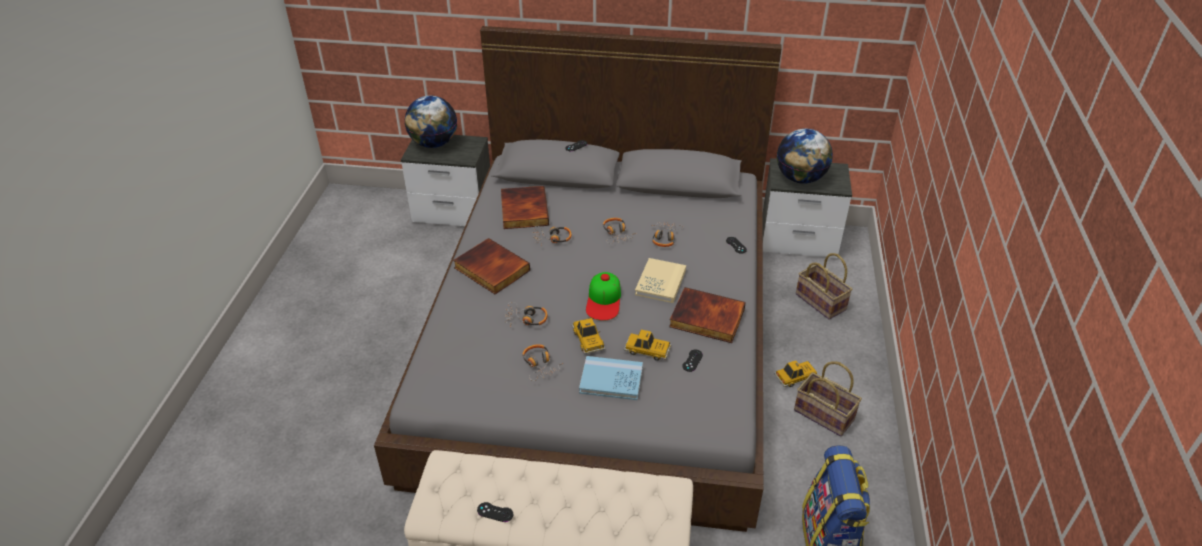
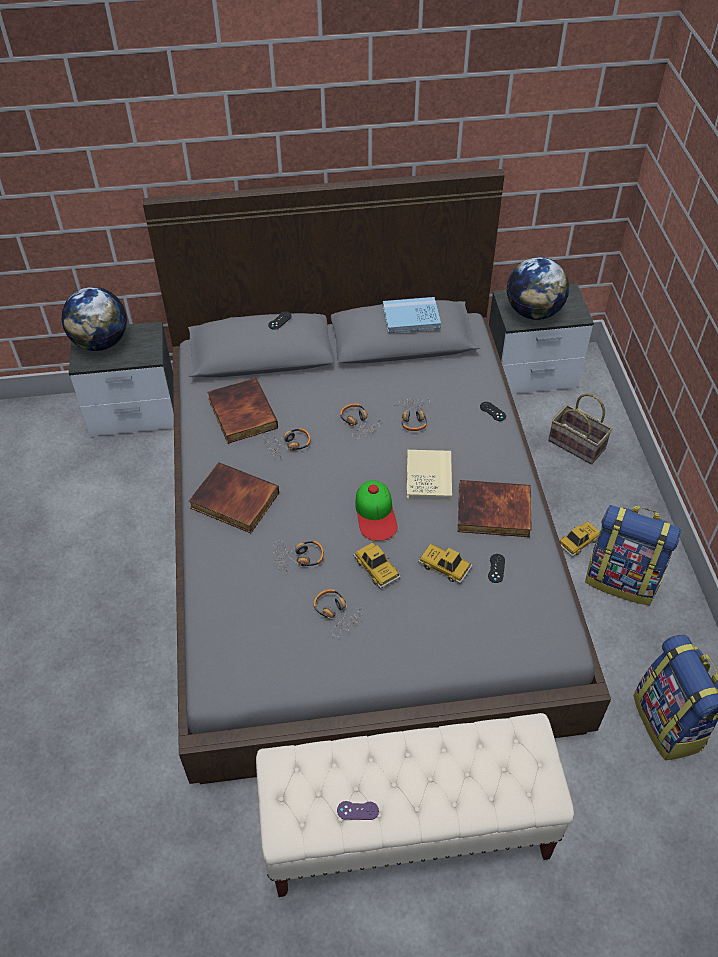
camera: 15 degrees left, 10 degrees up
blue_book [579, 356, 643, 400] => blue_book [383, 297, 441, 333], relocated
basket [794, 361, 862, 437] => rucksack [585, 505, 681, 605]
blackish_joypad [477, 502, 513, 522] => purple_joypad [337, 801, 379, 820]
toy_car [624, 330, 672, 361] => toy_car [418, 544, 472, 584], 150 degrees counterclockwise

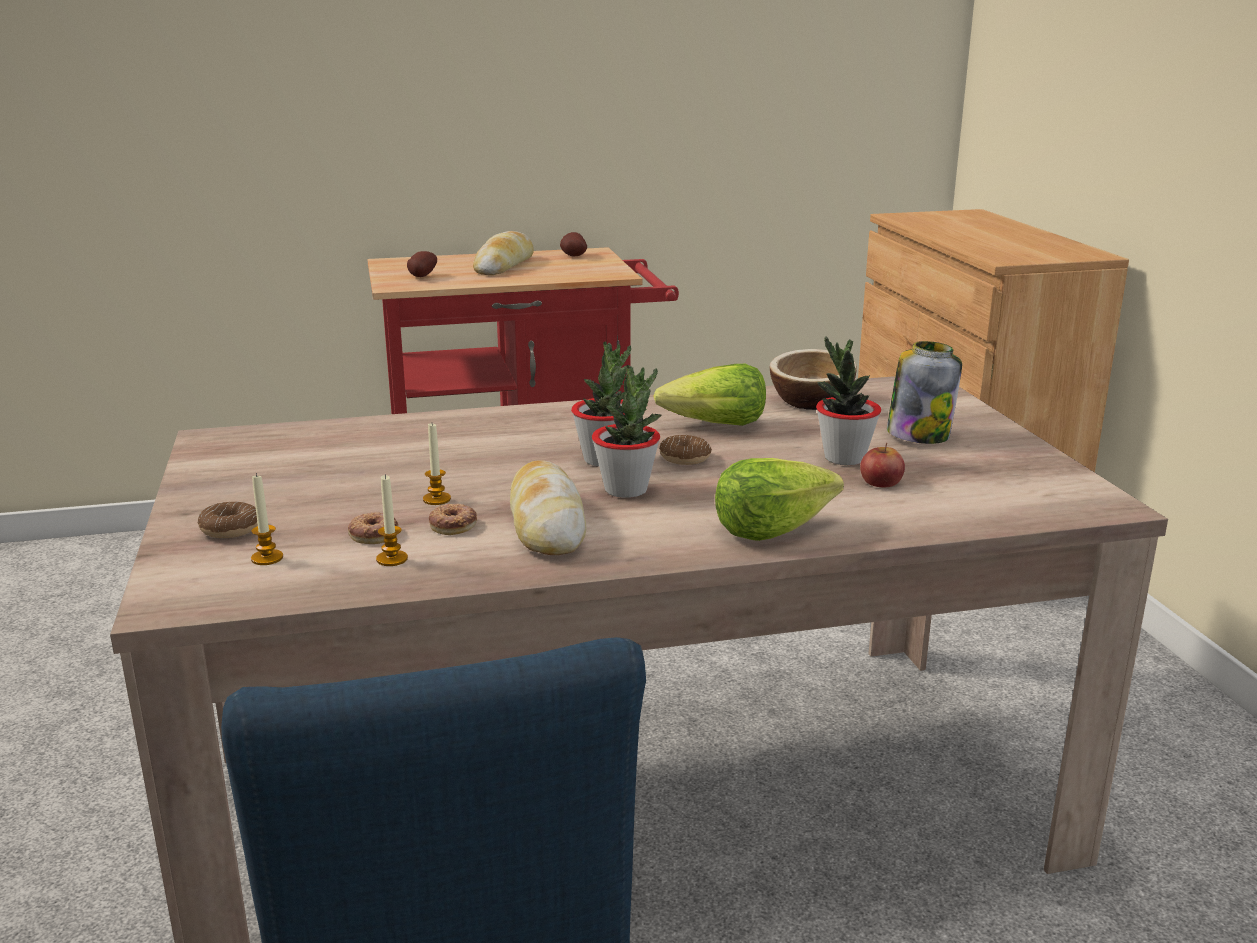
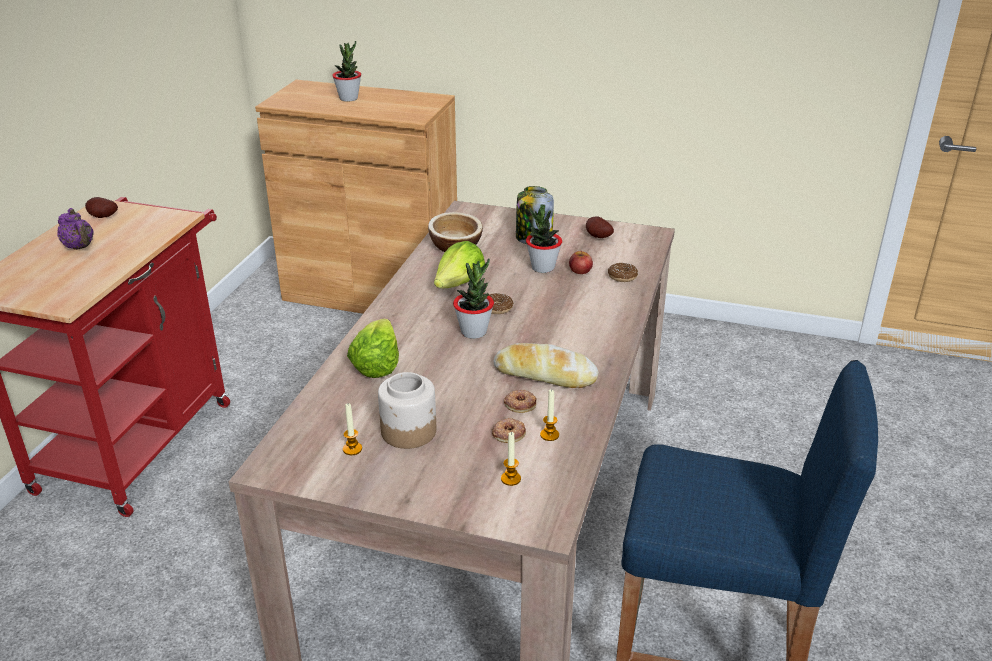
camera: 60 degrees left, 10 degrees up
nothing => preserve_jar [378, 372, 436, 449]
ring_doughnut [198, 502, 258, 538] => ring_doughnut [608, 263, 638, 282], relocated
spud [407, 251, 437, 277] => spud [586, 216, 614, 238], relocated
wax_light [423, 423, 451, 505] => wax_light [343, 403, 362, 455], relocated
houseplant [592, 365, 661, 498] => houseplant [332, 41, 361, 102], relocated
lettuce_head [715, 458, 844, 541] => lettuce_head [347, 319, 399, 378], relocated
bread [473, 231, 534, 275] => purple_tea_pot [57, 208, 94, 250]

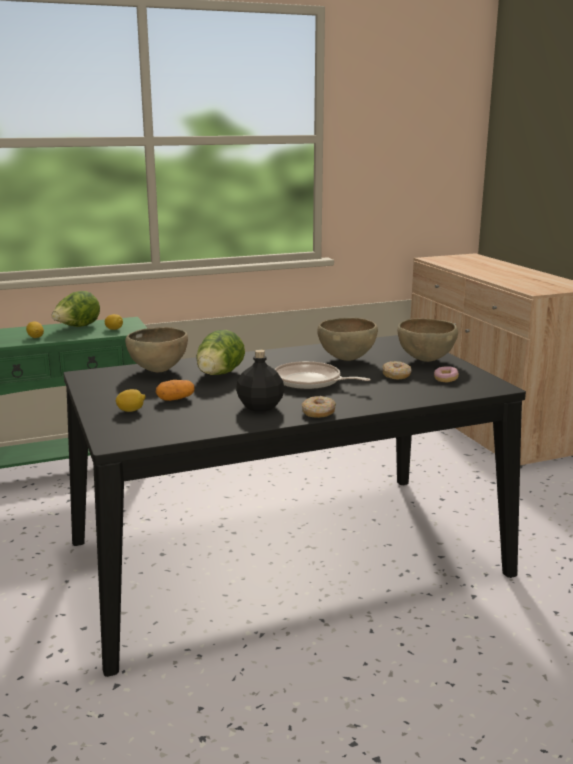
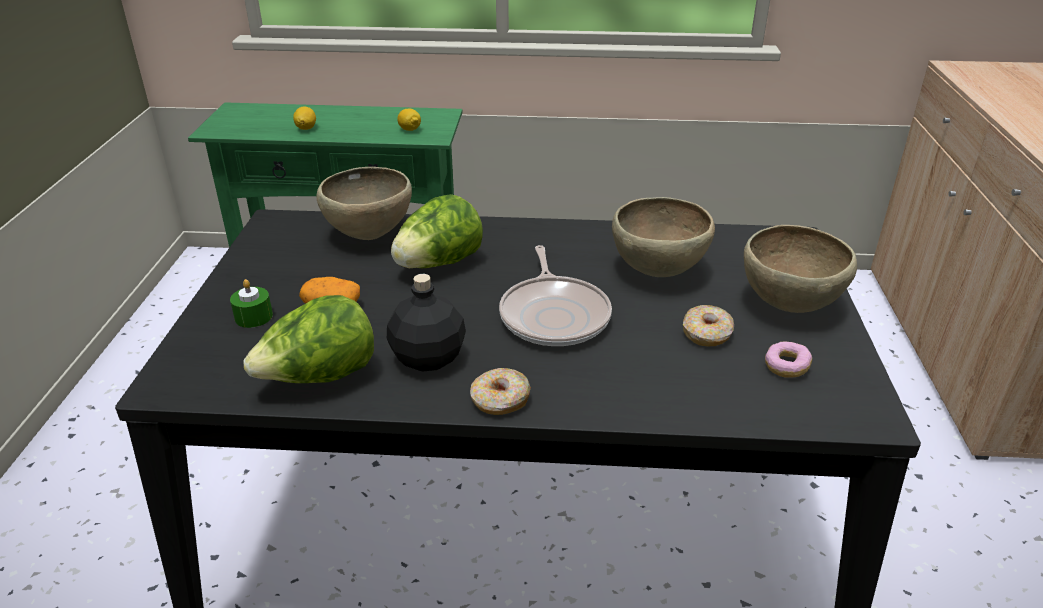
camera: 25 degrees right, 15 degrees up
lettuce_head [52, 291, 100, 327] => lettuce_head [243, 295, 374, 383], relocated
citrus_fruit [116, 389, 146, 412] => green_wax_light [230, 279, 273, 328]
skillet [275, 361, 371, 390] => skillet [499, 245, 612, 346], 150 degrees counterclockwise

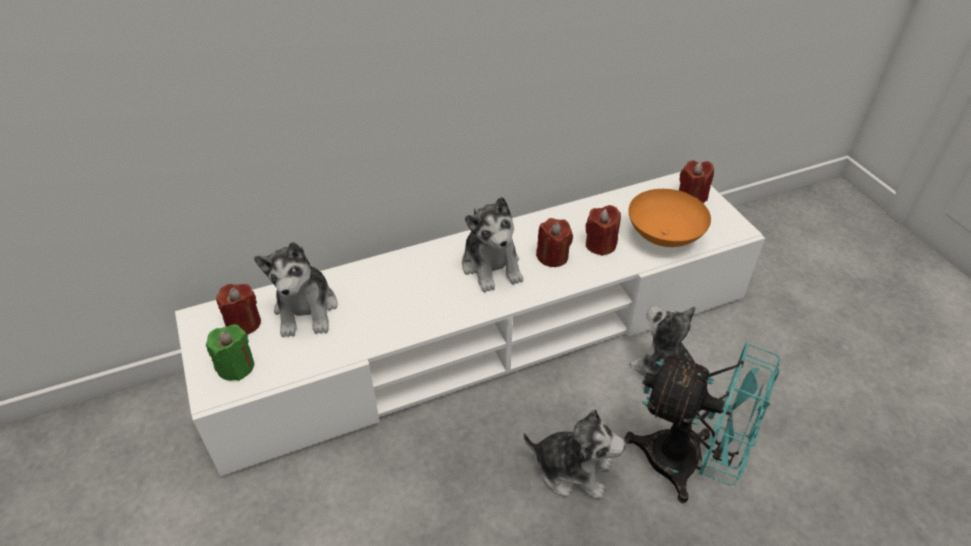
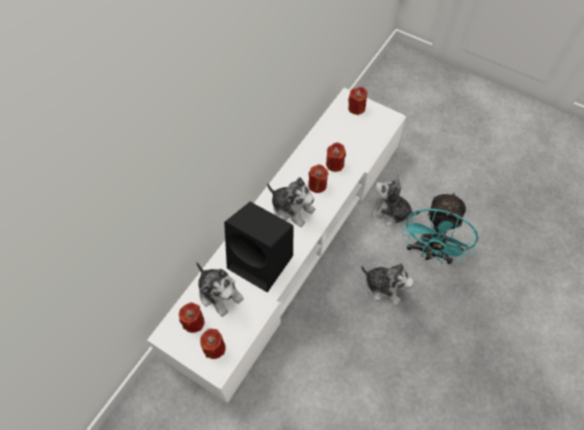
camera: 35 degrees left, 15 degrees up
orange_bowl [628, 189, 711, 247] => nothing
nothing => blackish_audio_speaker [224, 202, 293, 292]
green_wax_light [206, 324, 254, 381] => reddish_wax_light [200, 329, 226, 359]
plush_toy [523, 409, 625, 499] => plush_toy [361, 263, 414, 306], 45 degrees clockwise
turquoise_electric_fan [625, 343, 780, 503] => turquoise_electric_fan [402, 192, 479, 264], 120 degrees clockwise

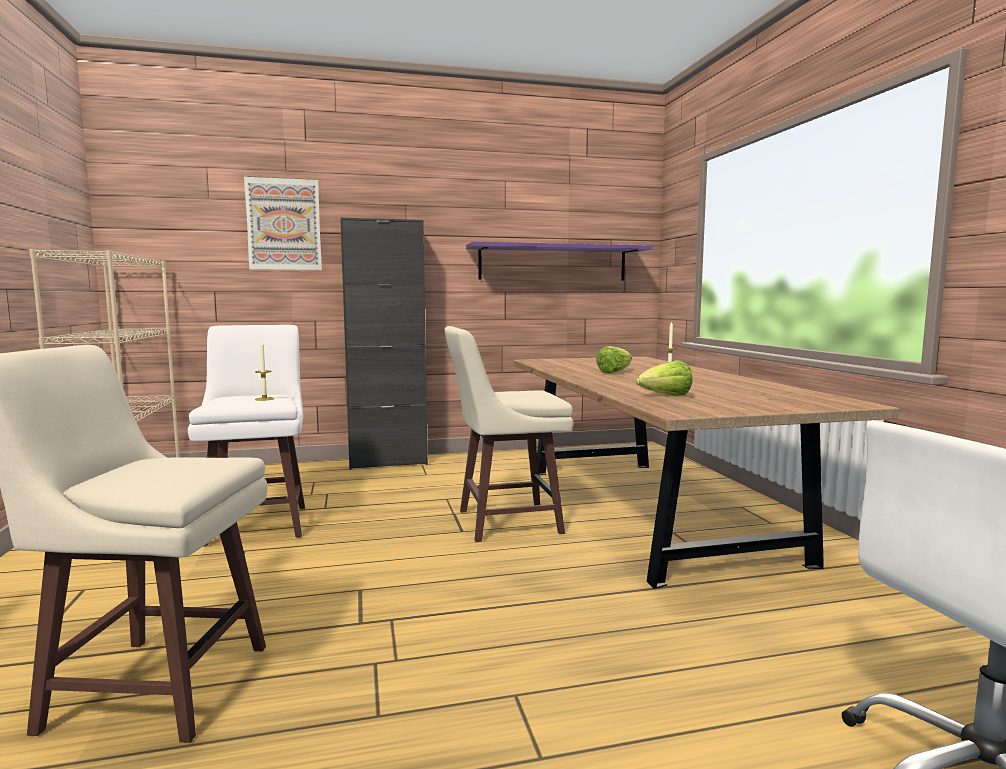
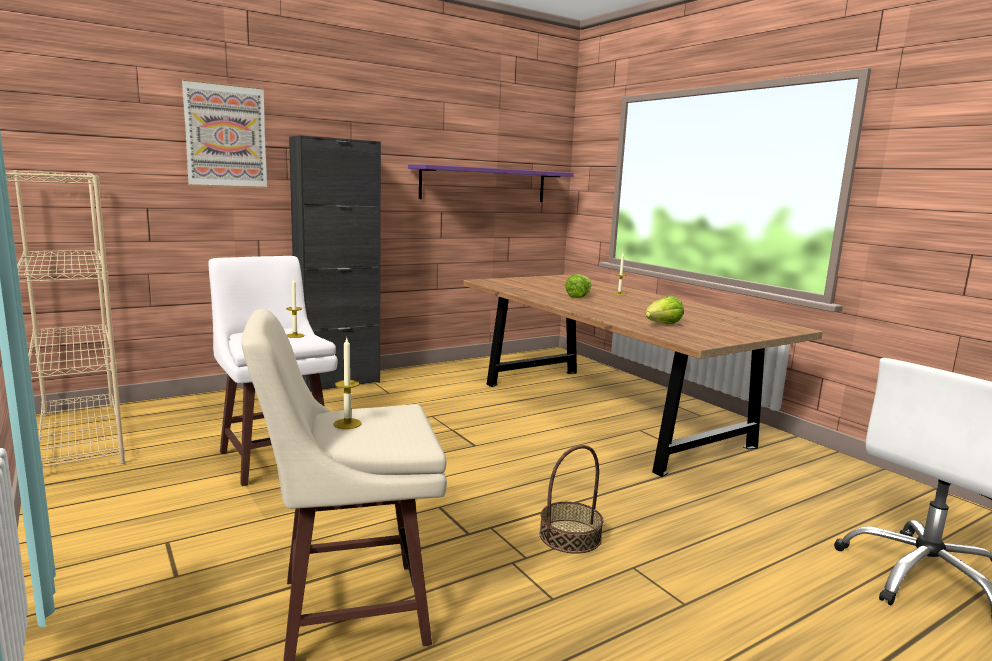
camera: 20 degrees left, 5 degrees up
beige_stool [445, 326, 573, 542] => nothing
nothing => wax_light [333, 338, 362, 429]
nothing => basket [539, 445, 603, 554]

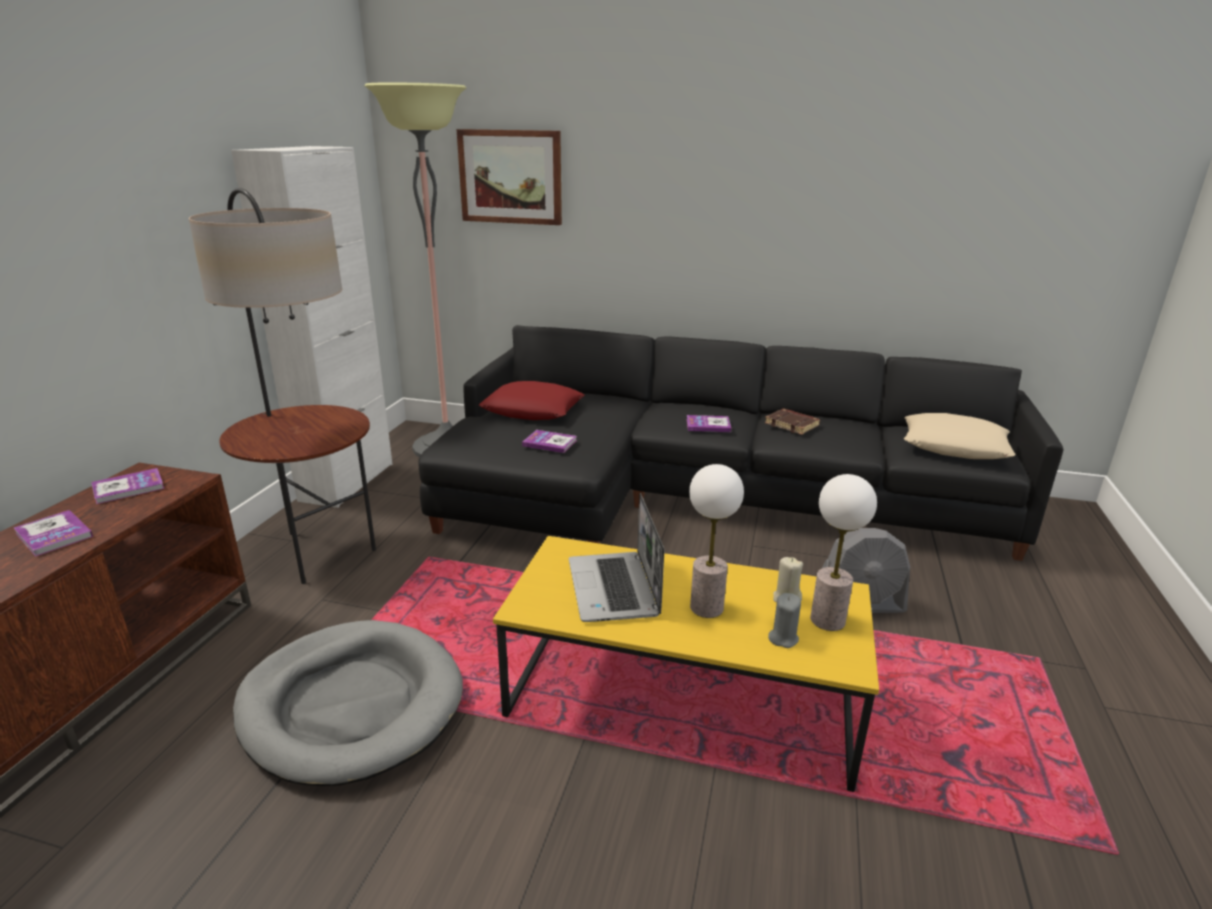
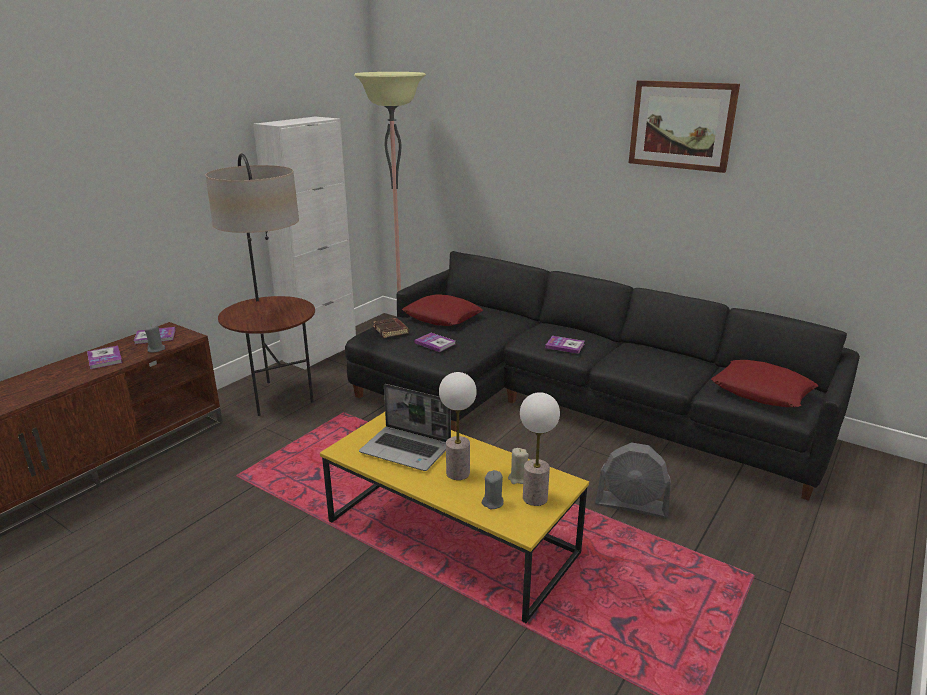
camera: 20 degrees right, 0 degrees up
greyish_pet_bed [233, 620, 463, 786] => nothing
nothing => greyish_wax_light [145, 324, 165, 352]
picture [456, 129, 562, 225] => picture [629, 80, 740, 173], relocated
brown-coloured_book [765, 408, 820, 435] => brown-coloured_book [373, 318, 409, 338], relocated
beige_throw_pillow [904, 413, 1016, 459] => reddish_throw_pillow [711, 360, 818, 407]
notebook_computer [569, 493, 664, 622] => notebook_computer [359, 384, 451, 471], 75 degrees counterclockwise

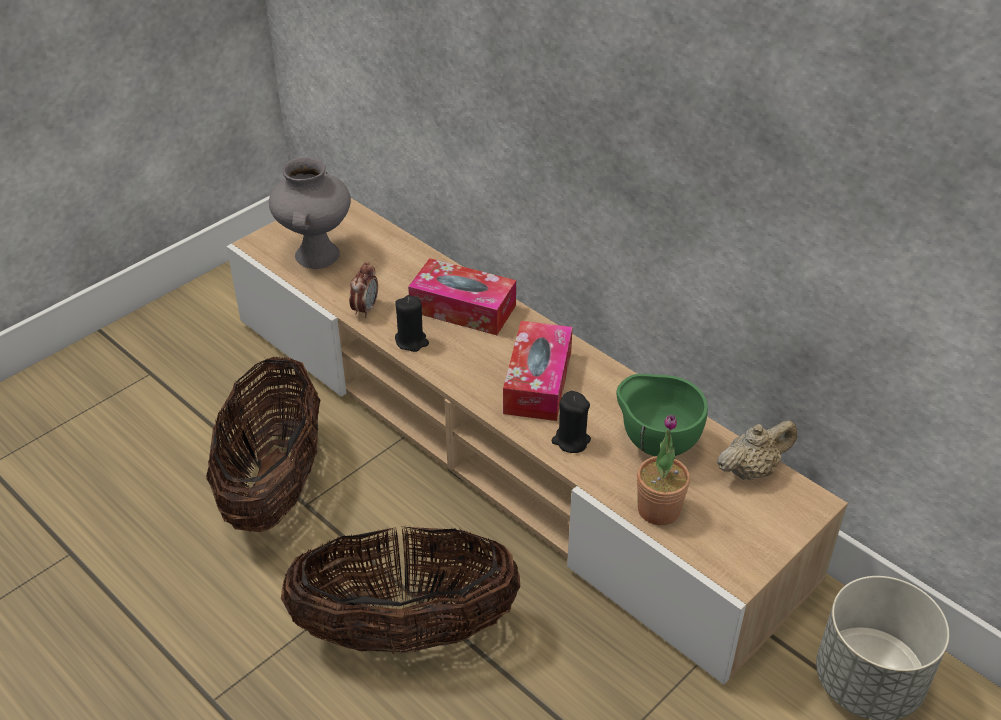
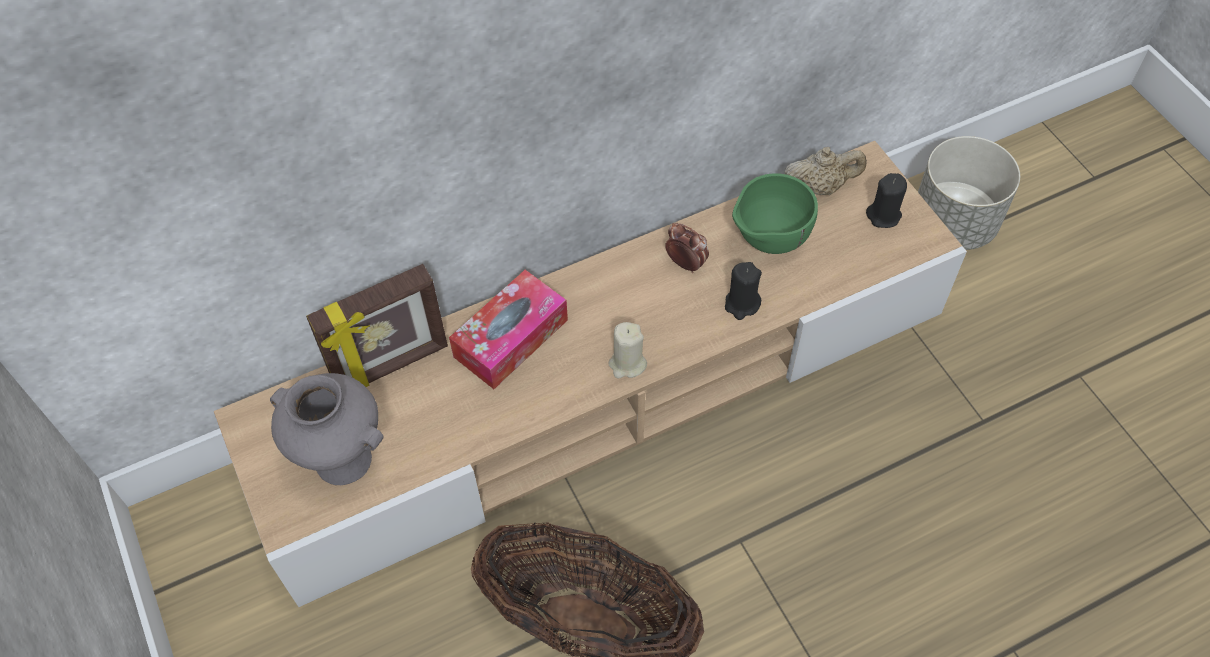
camera: 70 degrees left, 15 degrees up
basket [281, 527, 520, 654] => nothing
box_of_tissues [503, 321, 573, 421] => nothing
houseplant [637, 414, 690, 525] => nothing
nothing => photo_frame [306, 264, 448, 387]
nothing => beige_wax_light [608, 322, 647, 378]
bedside_clock [349, 262, 378, 318] => bedside_clock [665, 223, 709, 273], relocated
blackish_wax_light [395, 295, 429, 352] => blackish_wax_light [866, 173, 907, 228], relocated
beige_tea_pot [717, 420, 797, 480] => beige_tea_pot [784, 147, 867, 195], 90 degrees clockwise

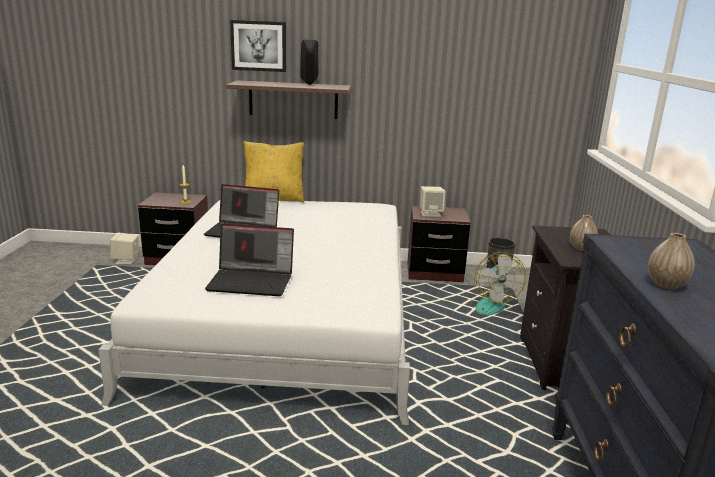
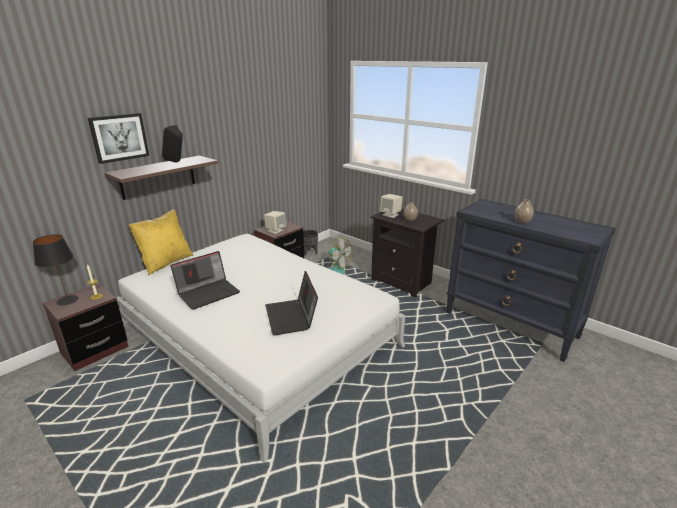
camera: 50 degrees left, 5 degrees up
nothing => blackish_table_lamp [33, 235, 78, 305]
beige_audio_speaker [110, 233, 139, 264] => beige_audio_speaker [380, 194, 403, 218], relocated
notebook_computer [205, 224, 294, 296] => notebook_computer [265, 271, 318, 335], 120 degrees clockwise

